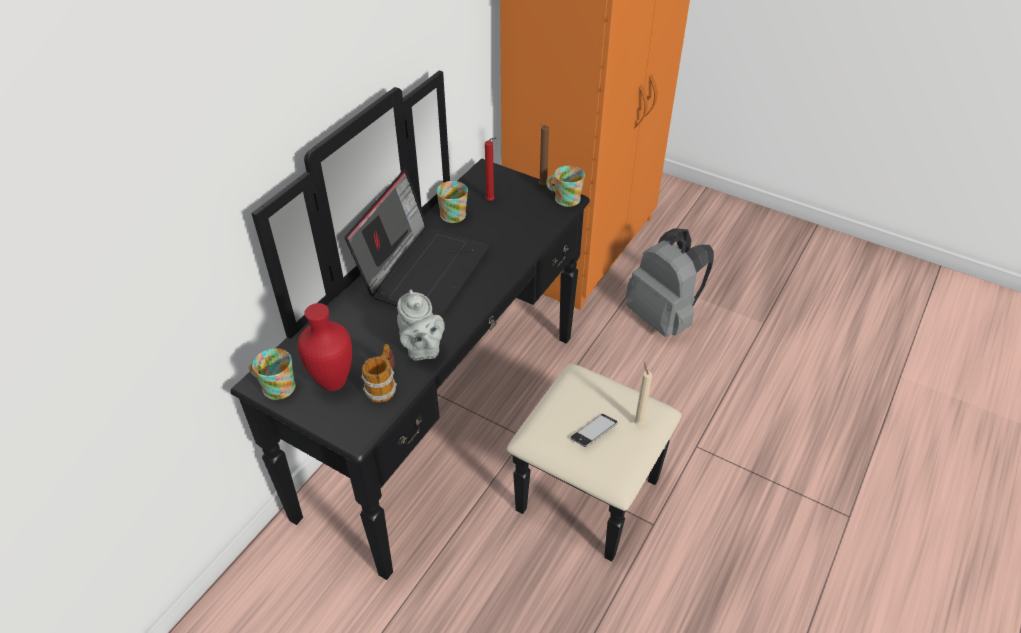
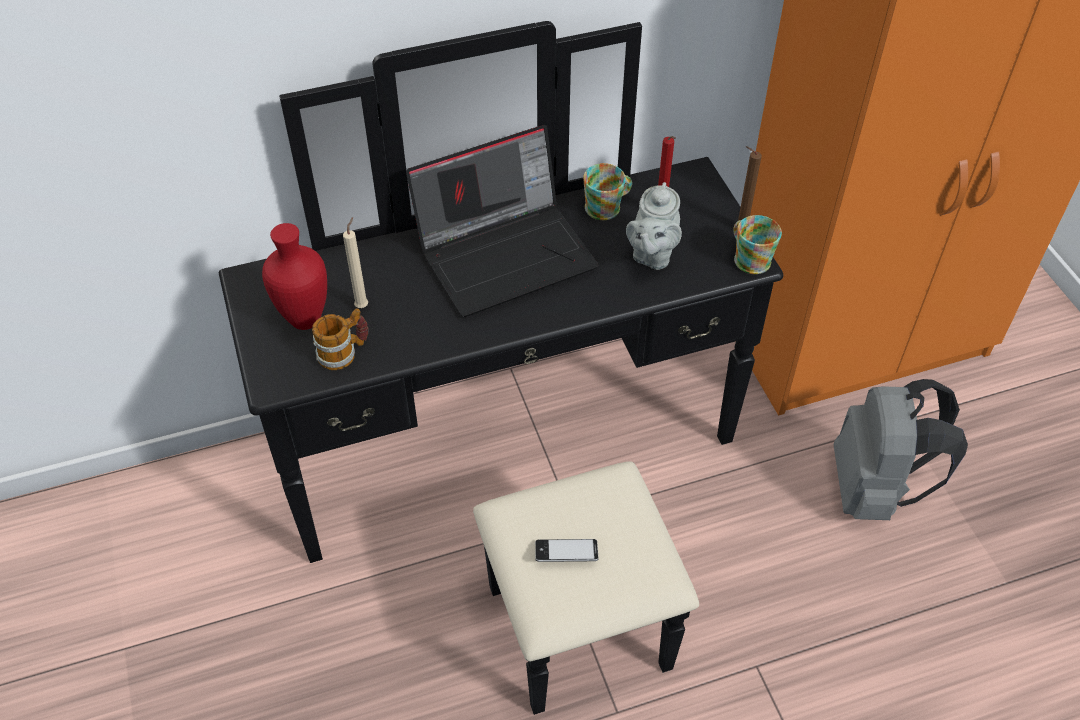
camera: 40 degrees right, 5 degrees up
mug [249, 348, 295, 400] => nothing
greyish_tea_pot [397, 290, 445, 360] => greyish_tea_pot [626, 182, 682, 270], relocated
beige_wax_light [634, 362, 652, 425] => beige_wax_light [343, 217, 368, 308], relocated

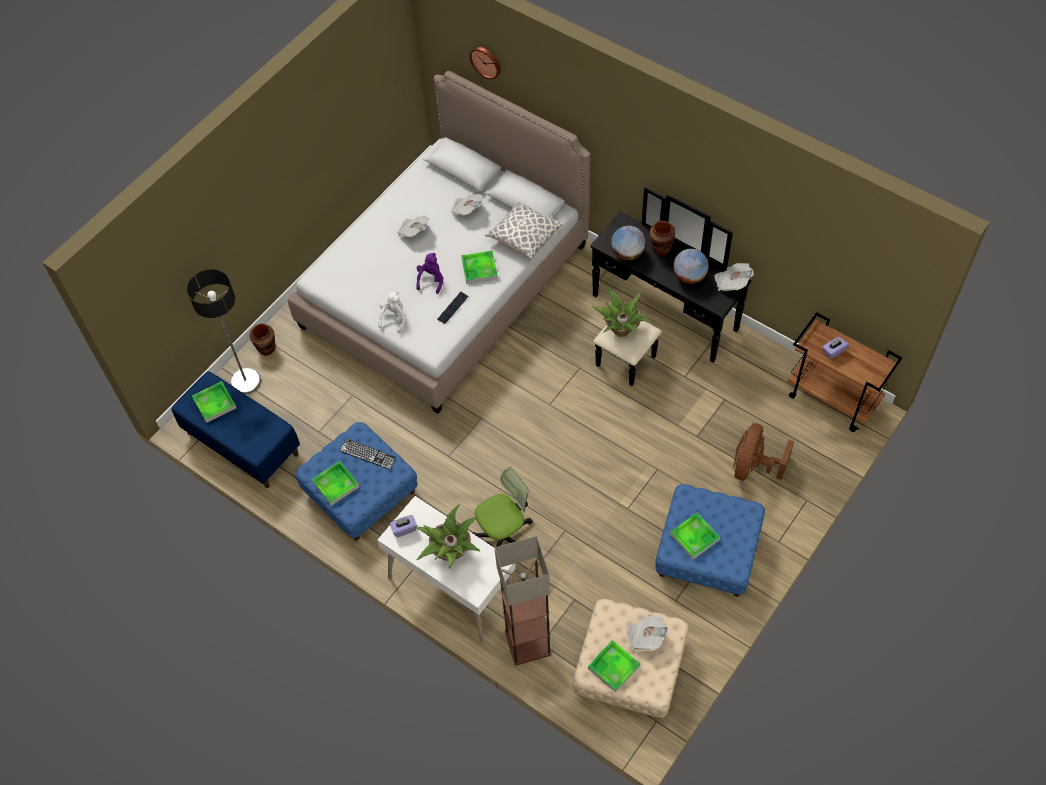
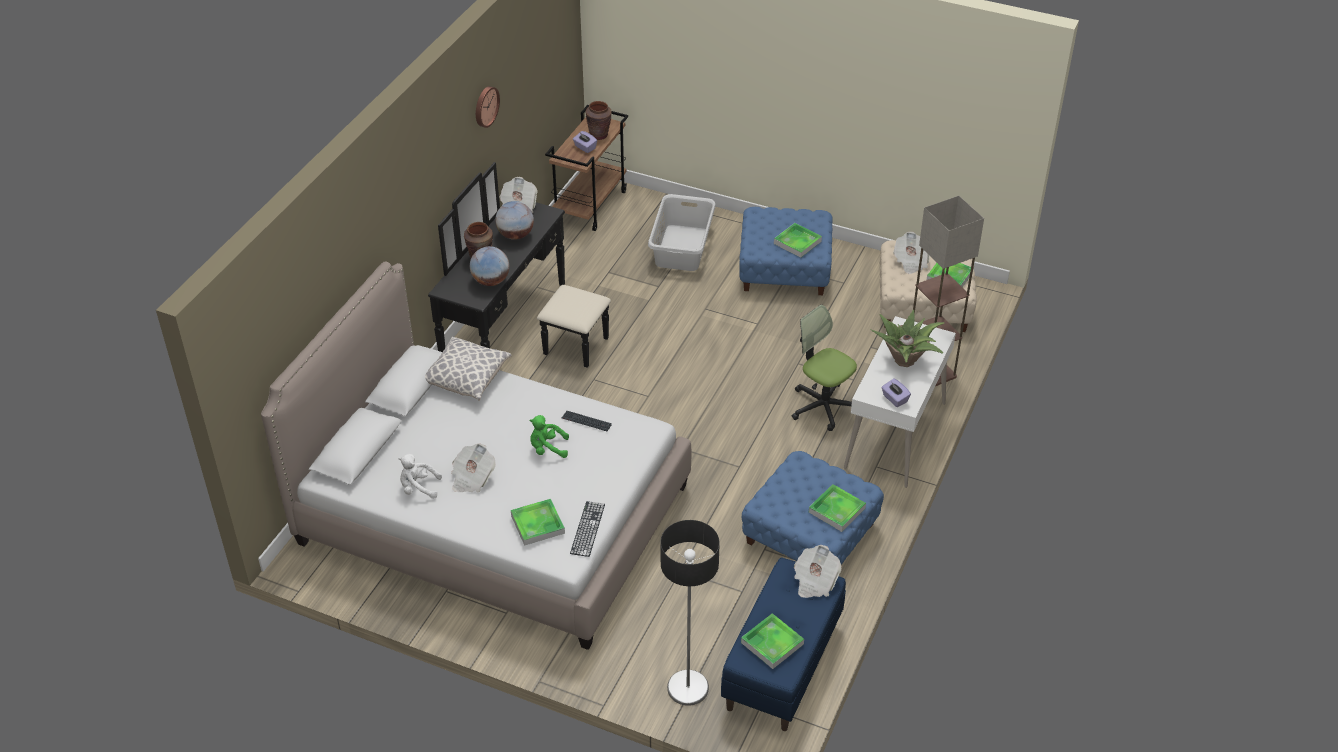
camera: 105 degrees left, 15 degrees down
houseplant [591, 288, 651, 337] => nothing
brown-coloured_vase [249, 324, 275, 355] => brown-coloured_vase [586, 101, 612, 140], relocated
PC_keyboard [340, 439, 396, 470] => PC_keyboard [570, 501, 605, 557], relocated
white_plush_toy [378, 291, 406, 333] => white_plush_toy [399, 454, 442, 499], relocated
daily_paper [450, 193, 483, 215] => daily_paper [794, 545, 842, 598], relocated
tray [461, 251, 498, 284] => tray [511, 499, 565, 546], relocated
wall_clock [469, 47, 501, 80] => wall_clock [476, 86, 500, 128], relocated
brown-coloured_electric_fan [734, 423, 794, 481] => greyish_washing_basket [648, 194, 716, 271]
purple_plush_toy [416, 253, 443, 294] => green_plush_toy [529, 415, 569, 458]

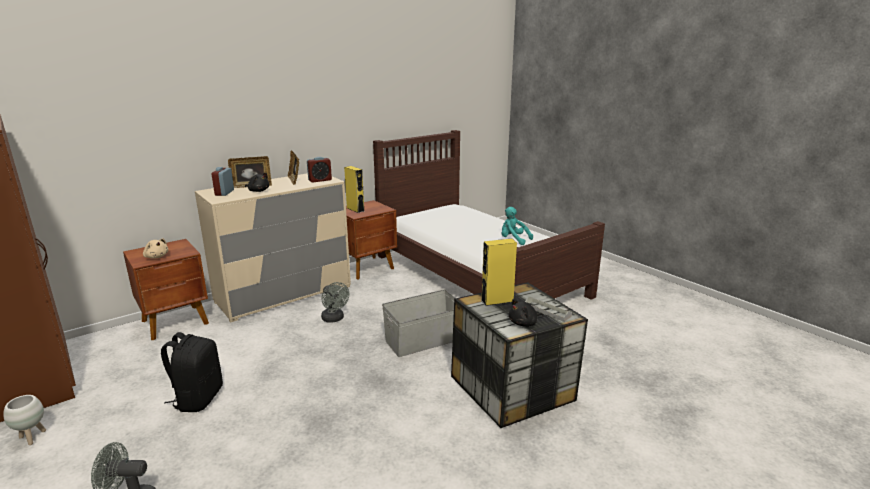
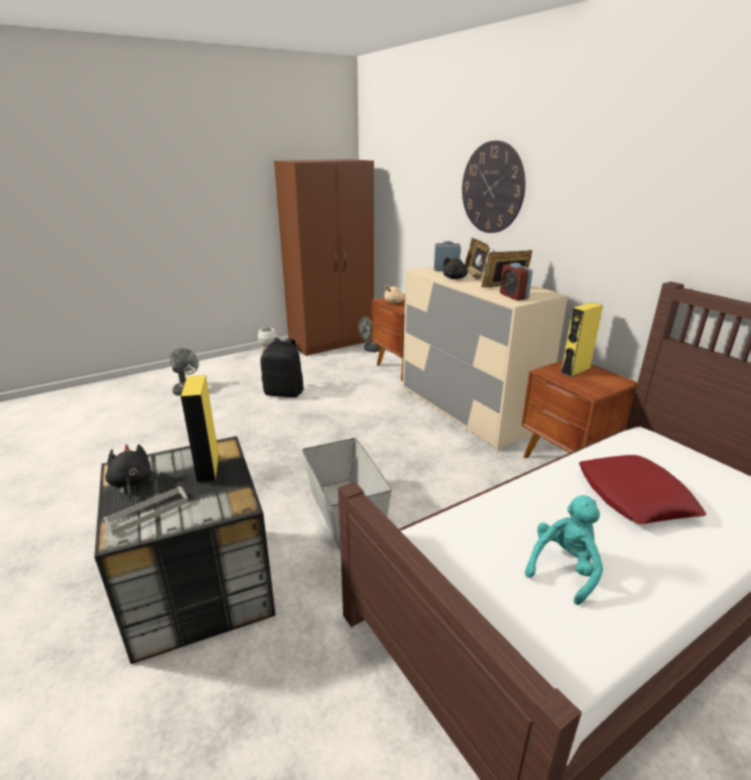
camera: 95 degrees right, 5 degrees up
nothing => wall_clock [462, 141, 525, 233]
nothing => reddish_throw_pillow [579, 455, 706, 524]
greyish_electric_fan [321, 282, 349, 323] => greyish_electric_fan [358, 317, 381, 352], relocated

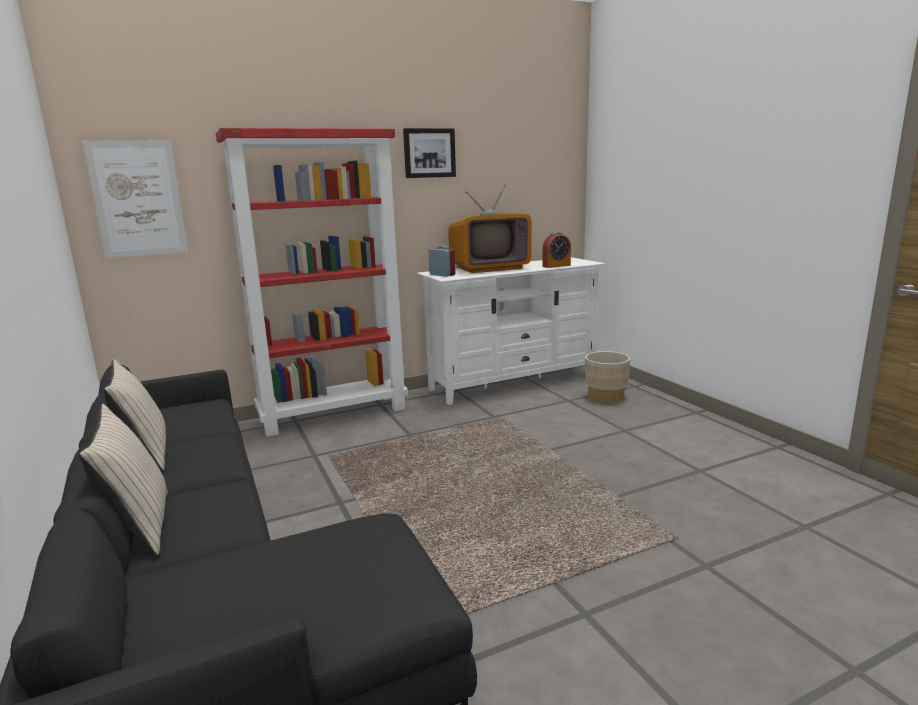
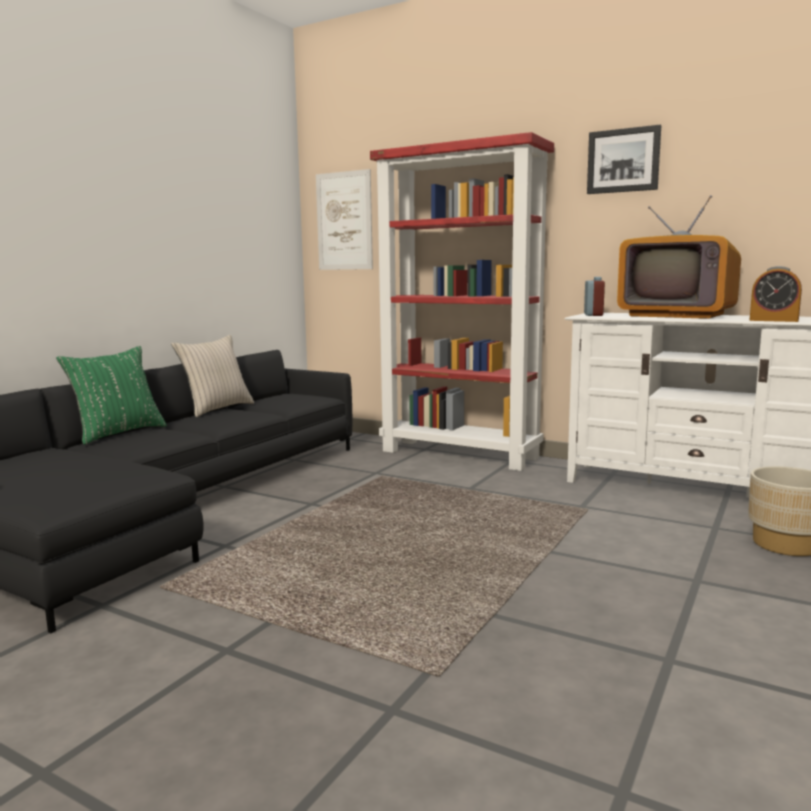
camera: 55 degrees right, 5 degrees down
beige_throw_pillow [79, 404, 168, 555] => green_throw_pillow [56, 346, 167, 445]

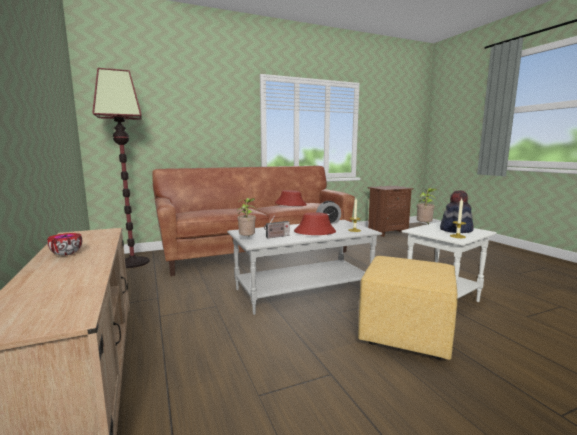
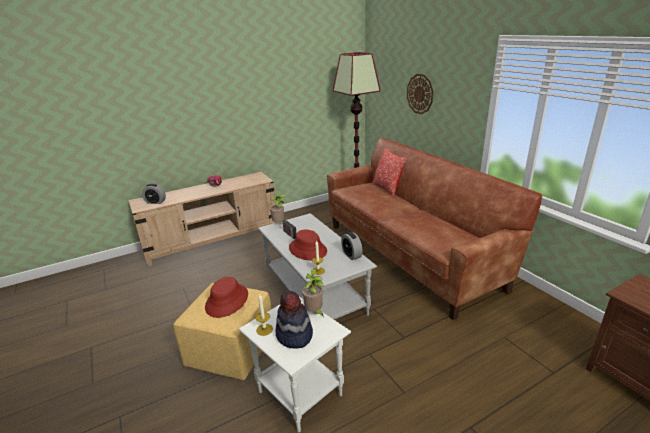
camera: 85 degrees right, 15 degrees up
nothing => bedside_clock [142, 184, 166, 204]
nothing => throw_pillow [372, 148, 407, 197]
nothing => wall_clock [407, 74, 433, 114]
reddish_clothing_hat [275, 190, 307, 206] => reddish_clothing_hat [205, 277, 248, 318], relocated

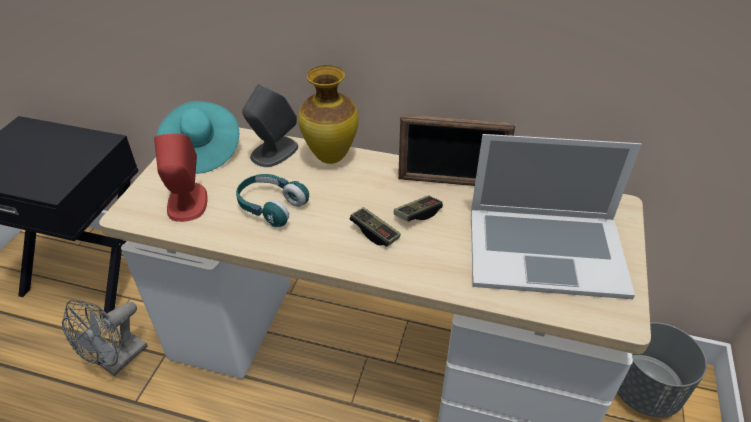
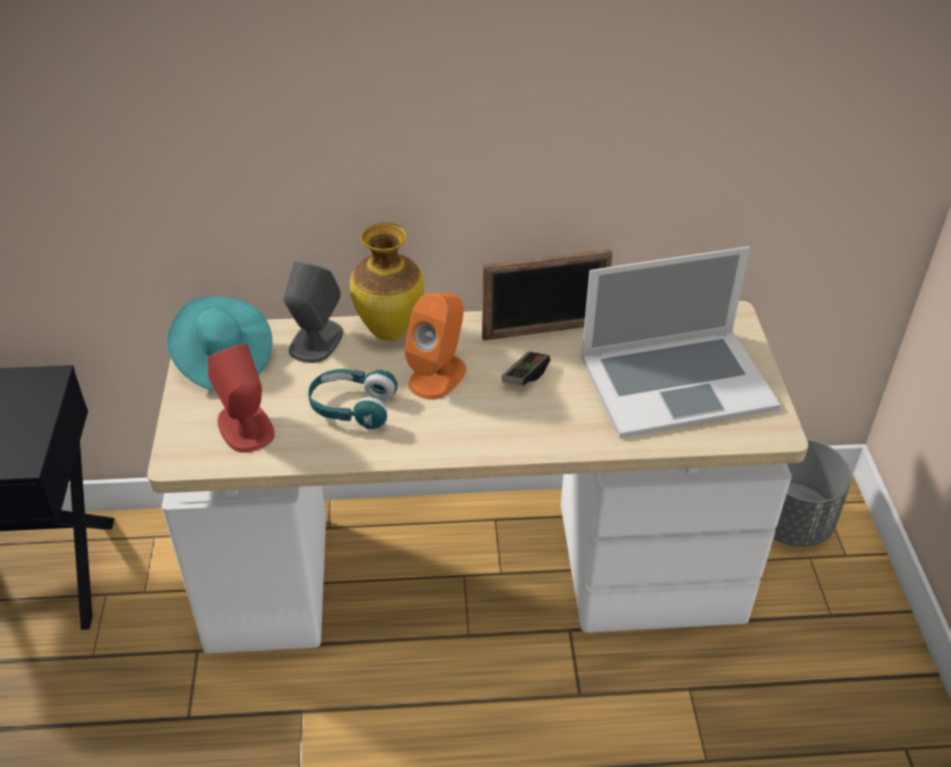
camera: 20 degrees left, 0 degrees up
greyish_electric_fan [62, 300, 148, 376] => nothing
joypad [350, 207, 401, 247] => nothing
nothing => orange_audio_speaker [404, 293, 466, 400]

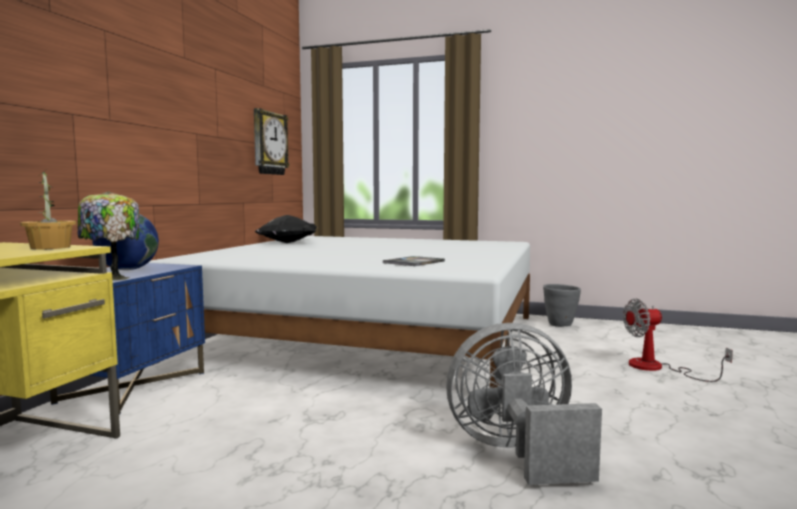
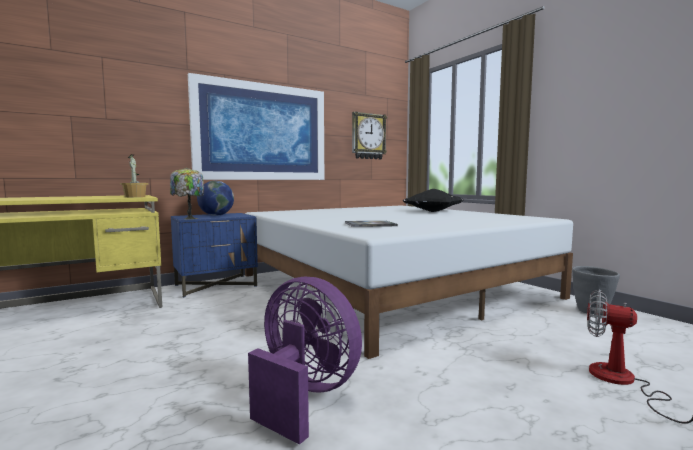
camera: 40 degrees right, 0 degrees up
nothing => picture [188, 73, 324, 180]
blackish_throw_pillow [254, 215, 317, 243] => blackish_throw_pillow [403, 189, 464, 212], relocated
greyish_electric_fan [446, 323, 602, 485] => purple_electric_fan [248, 277, 362, 445]

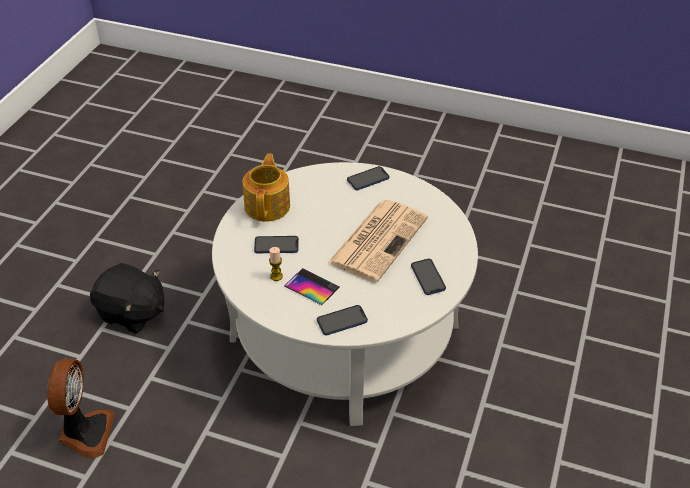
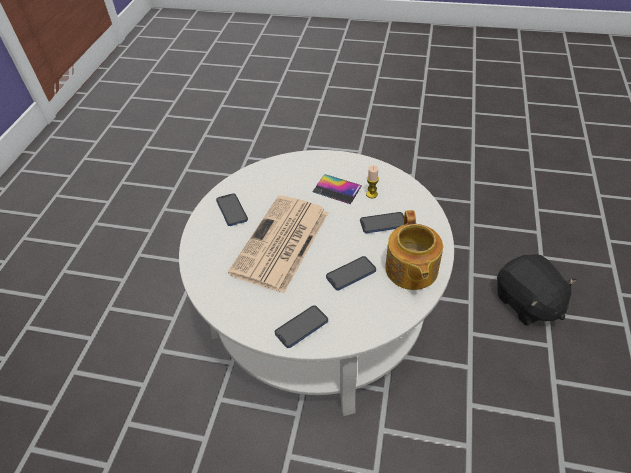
camera: 175 degrees right, 5 degrees up
electric_fan [47, 359, 115, 458] => nothing
telephone [317, 305, 368, 336] => telephone [326, 256, 376, 290], relocated
blackish_plush_toy [90, 263, 164, 334] => blackish_plush_toy [497, 254, 576, 325], 135 degrees counterclockwise

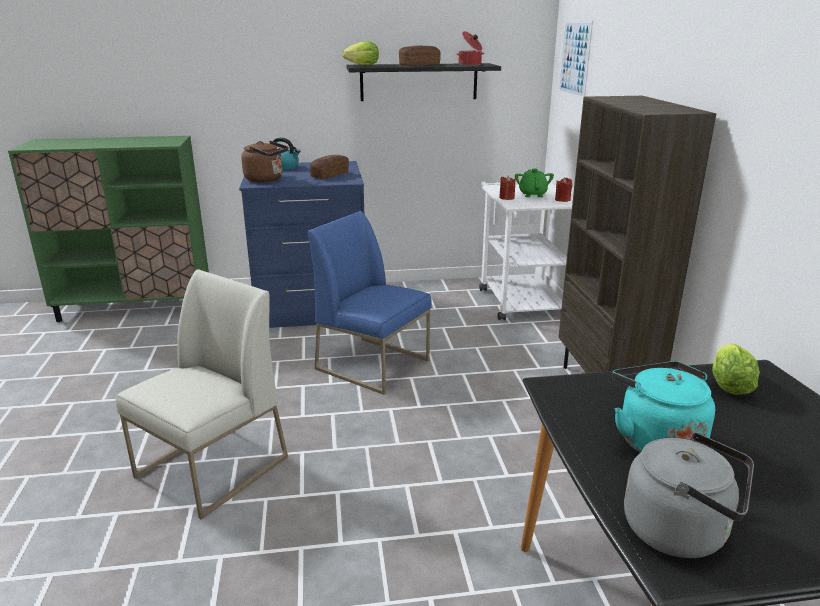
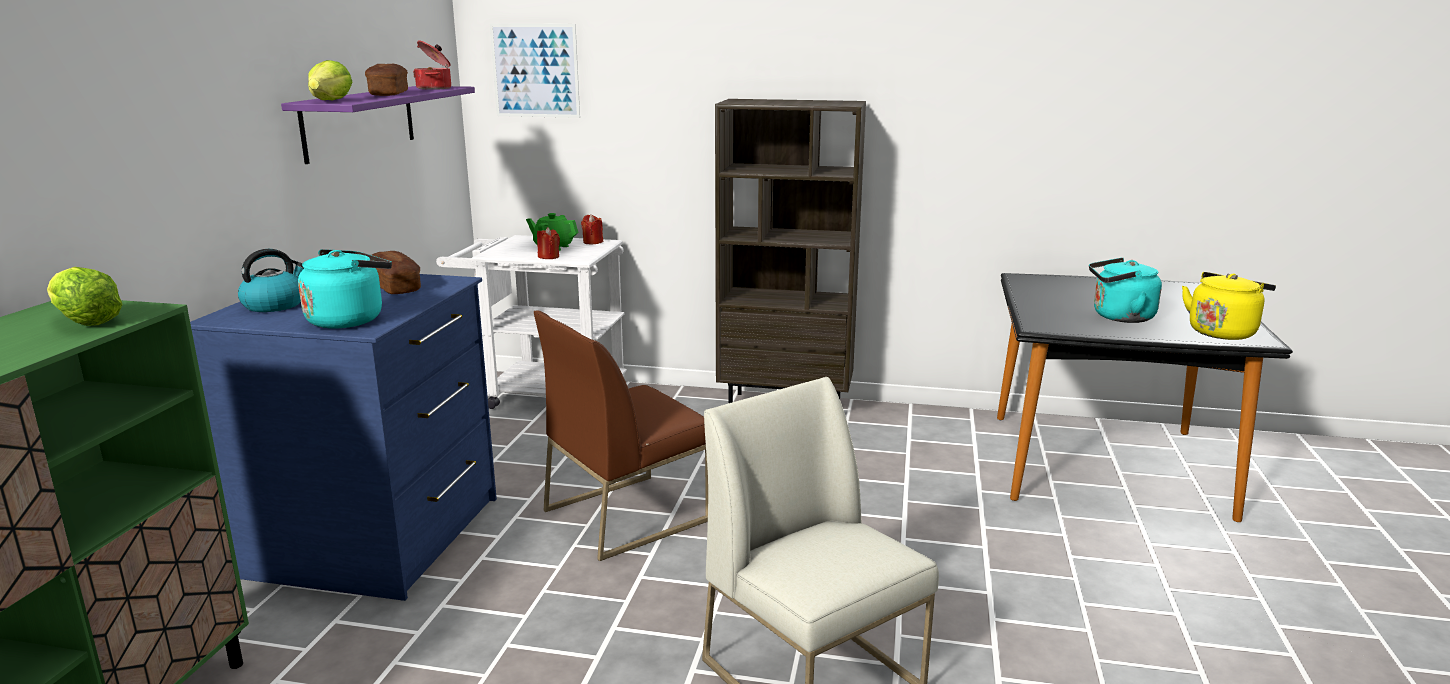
camera: 70 degrees left, 5 degrees down
lettuce_head [712, 343, 760, 395] => lettuce_head [47, 267, 123, 326], relocated
brown-coloured_kettle [241, 141, 288, 182] => turquoise_kettle [298, 249, 392, 328]
blue_upright_chair [308, 211, 432, 395] => brown-coloured_upright_chair [534, 310, 708, 561]
blackish_wall_shelf [346, 63, 501, 101] => purple_wall_shelf [281, 86, 475, 164]
greyish_kettle [624, 433, 754, 558] => yellowish_kettle [1182, 272, 1276, 340]

